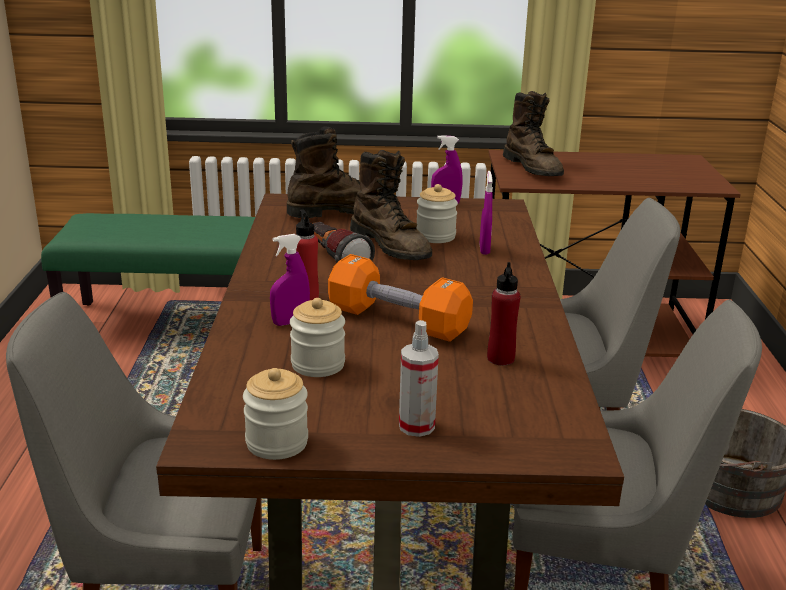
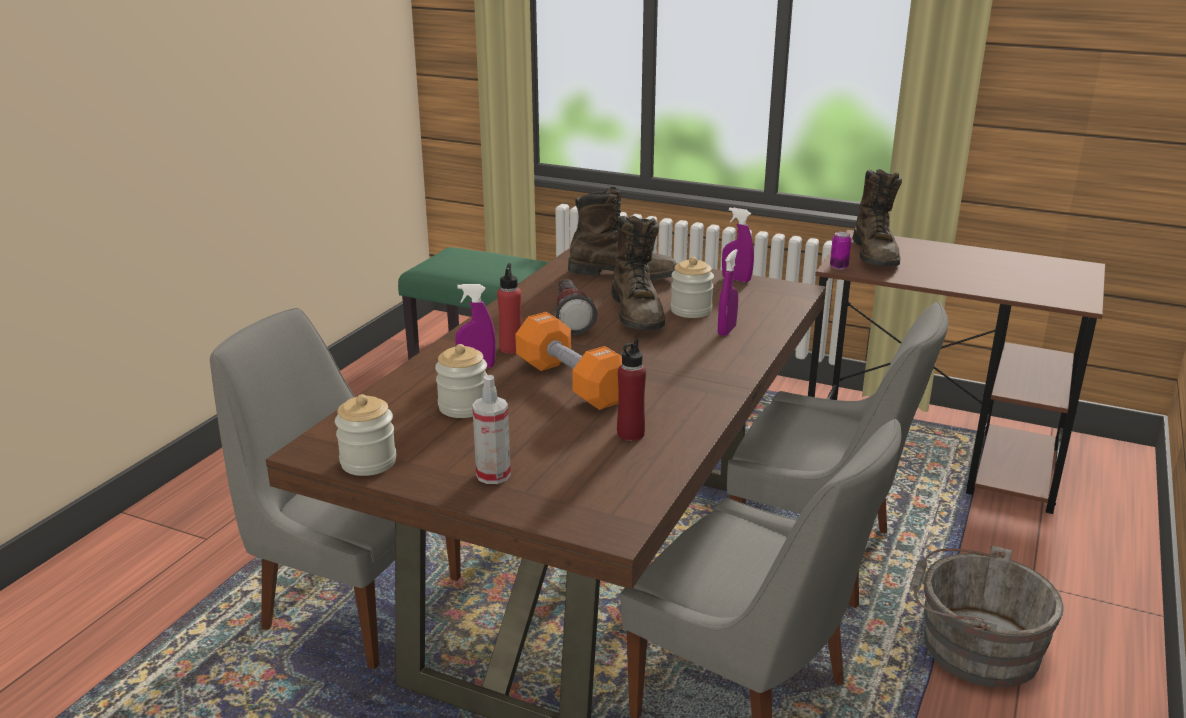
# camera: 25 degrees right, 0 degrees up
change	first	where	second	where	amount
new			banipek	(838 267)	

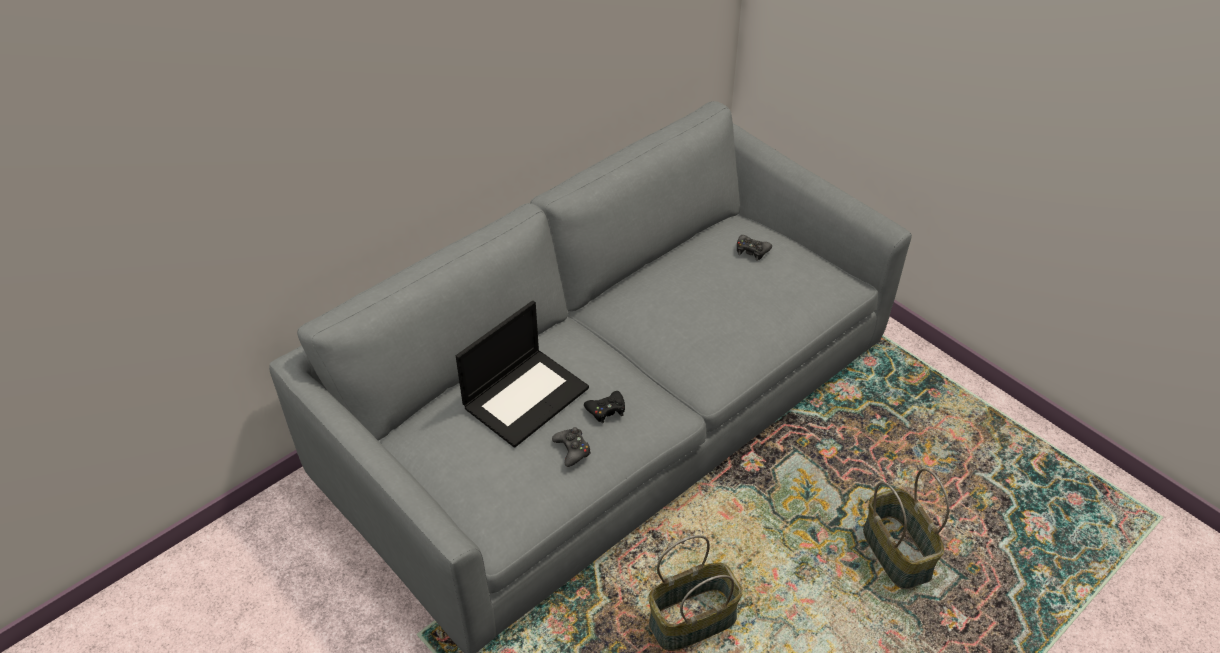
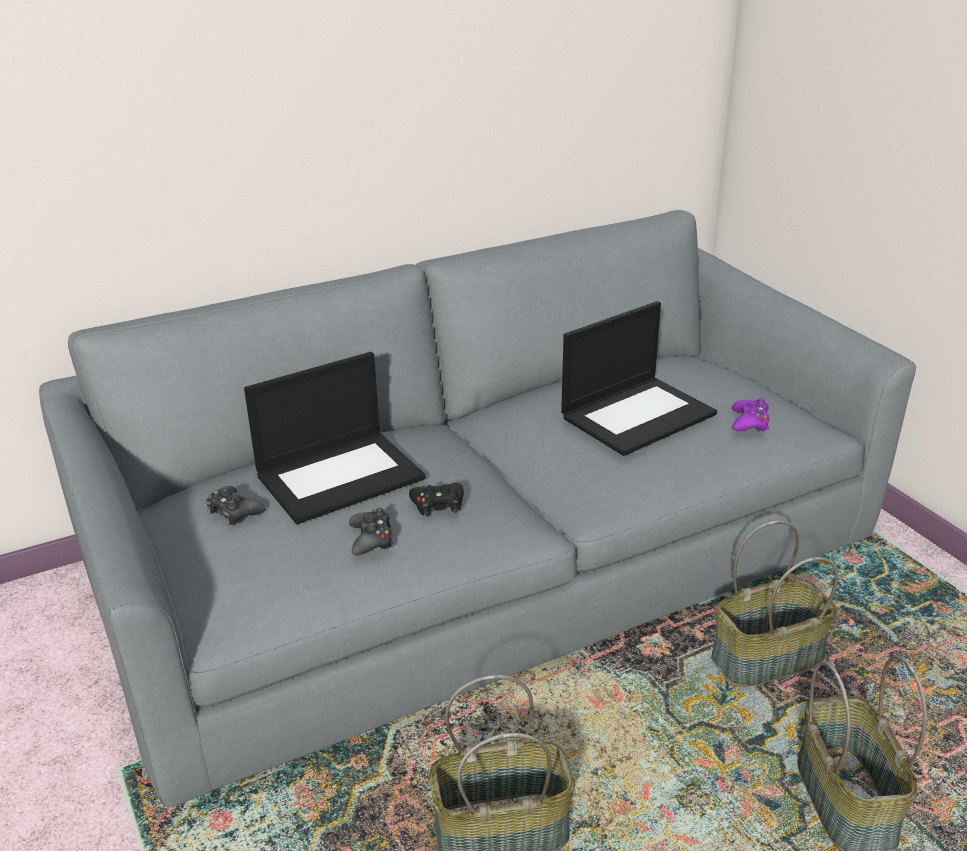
# camera: 15 degrees right, 15 degrees down
change	first	where	second	where	amount
shifted	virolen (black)	(752 251)		(234 511)	
new			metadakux	(638 414)	
new			virolen (purple)	(750 422)	
new			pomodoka	(767 659)	

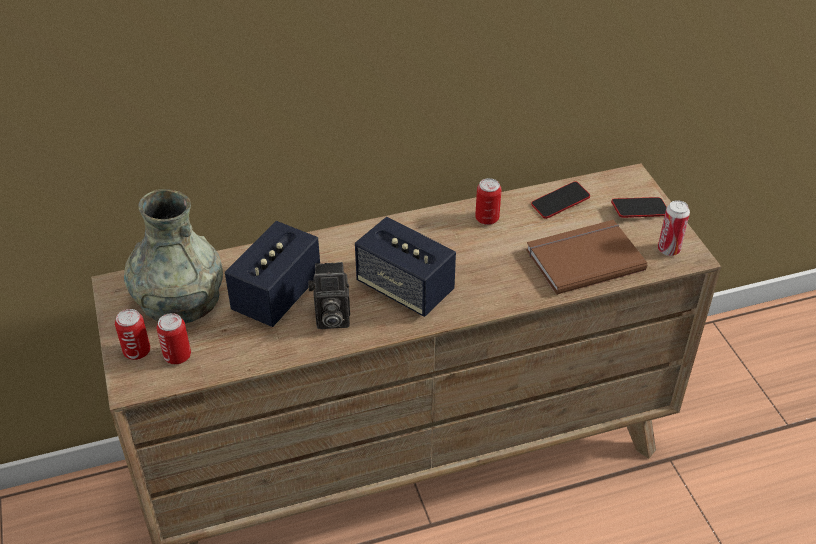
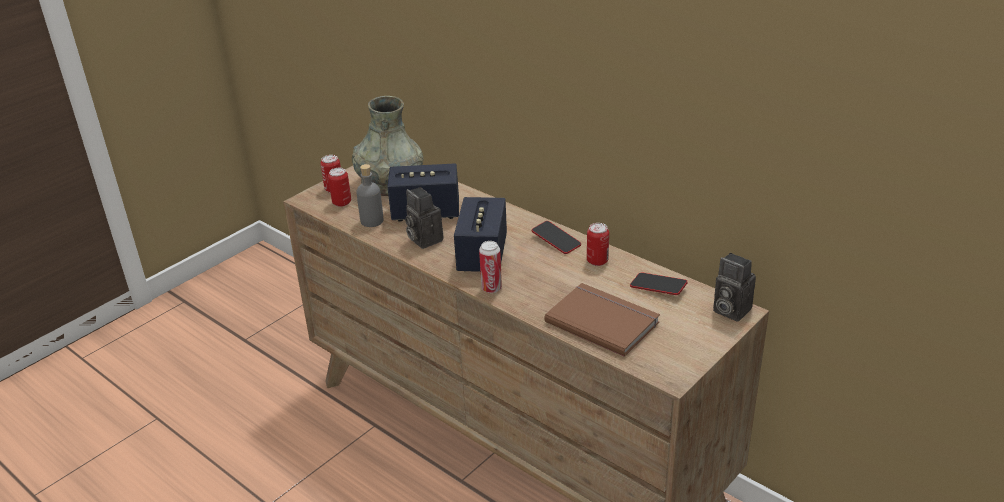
# camera: 60 degrees right, 10 degrees down
change	first	where	second	where	amount
shifted	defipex	(639 211)		(556 240)	
shifted	banipek	(668 250)		(491 288)	
new			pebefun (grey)	(372 221)	
new			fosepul	(729 310)	

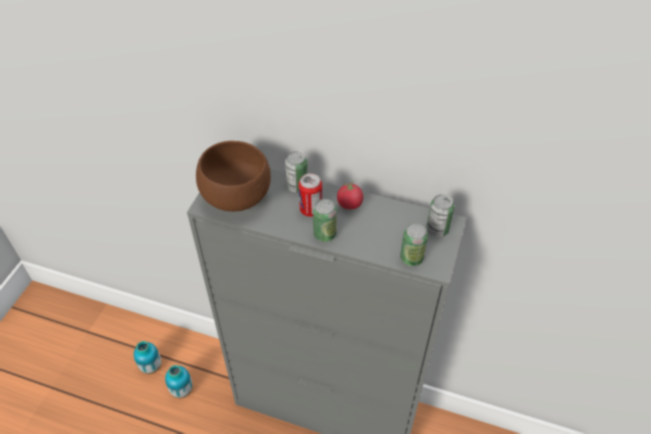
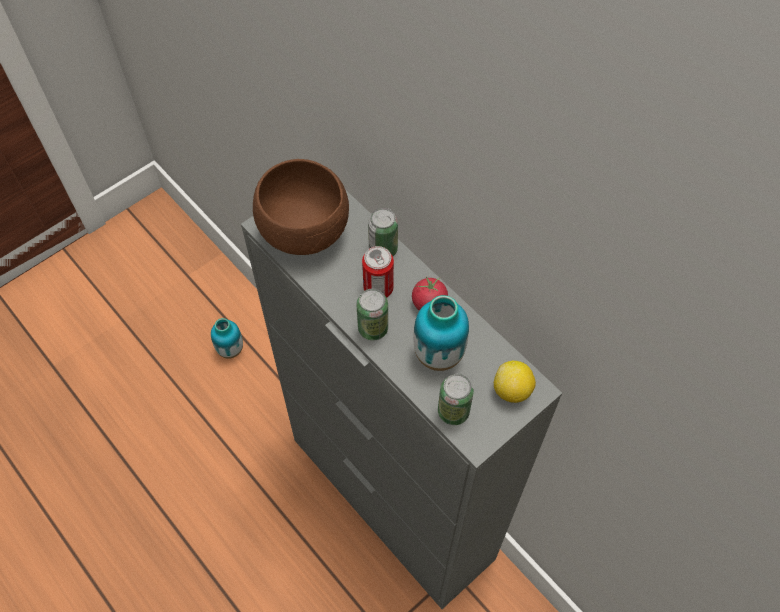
# camera: 30 degrees right, 10 degrees up
change	first	where	second	where	amount
swapped	banipek	(437 229)	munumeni	(512 390)	
shifted	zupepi	(182 390)		(438 355)	

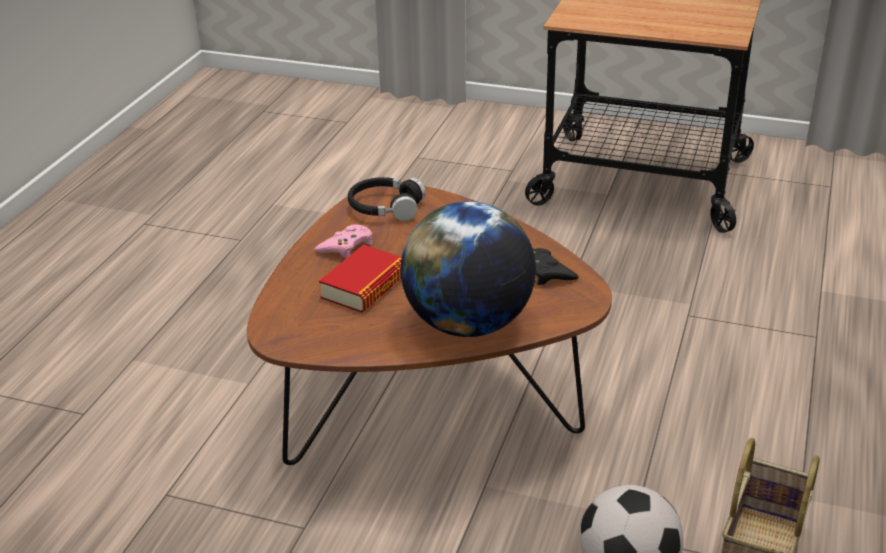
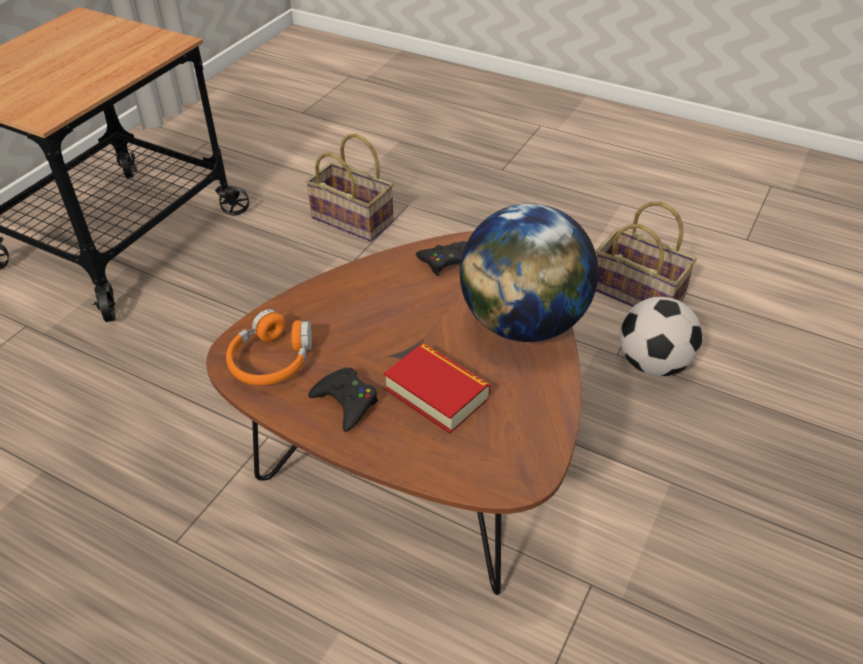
# camera: 80 degrees left, 10 degrees up
change	first	where	second	where	amount
repainted	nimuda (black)	(385 208)	nimuda (orange)	(272 360)	
repainted	virolen (pink)	(346 246)	virolen (black)	(346 402)	
new			pomodoka	(355 220)	

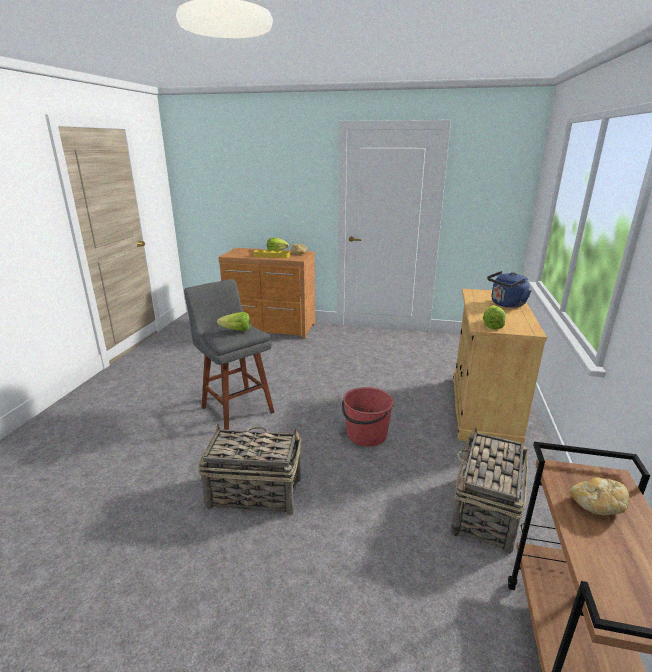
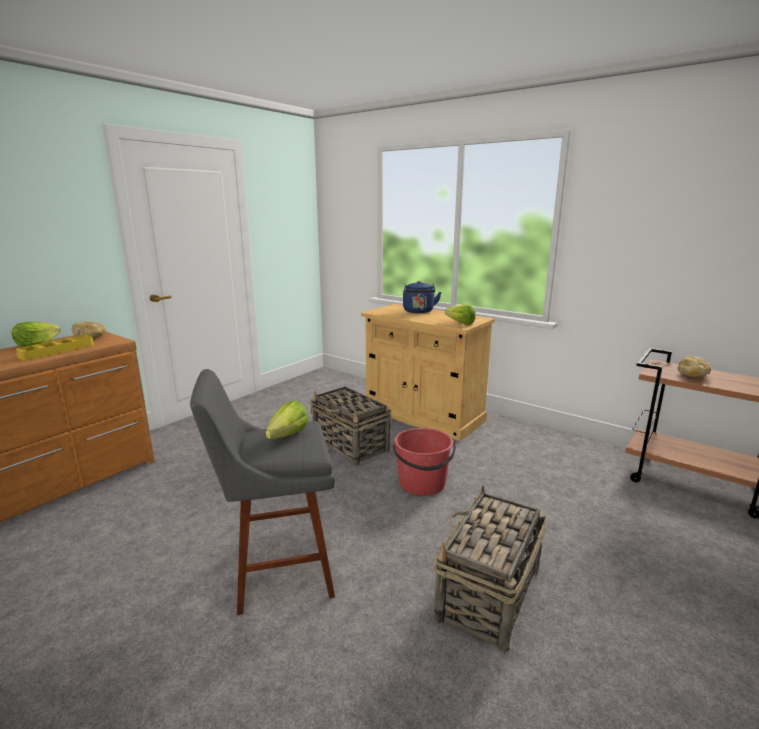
# camera: 65 degrees left, 5 degrees down
change	first	where	second	where	amount
shifted	pomodoka	(485 511)		(351 445)	

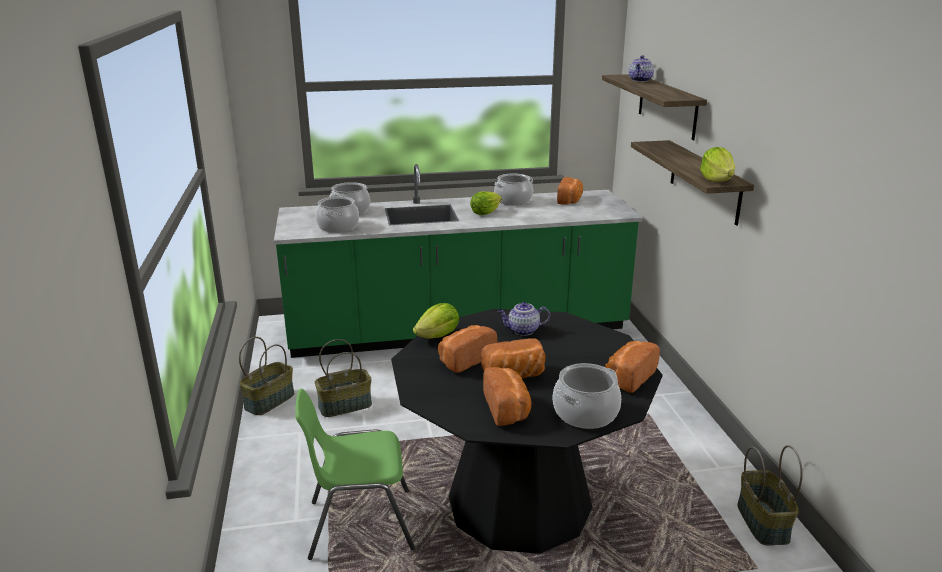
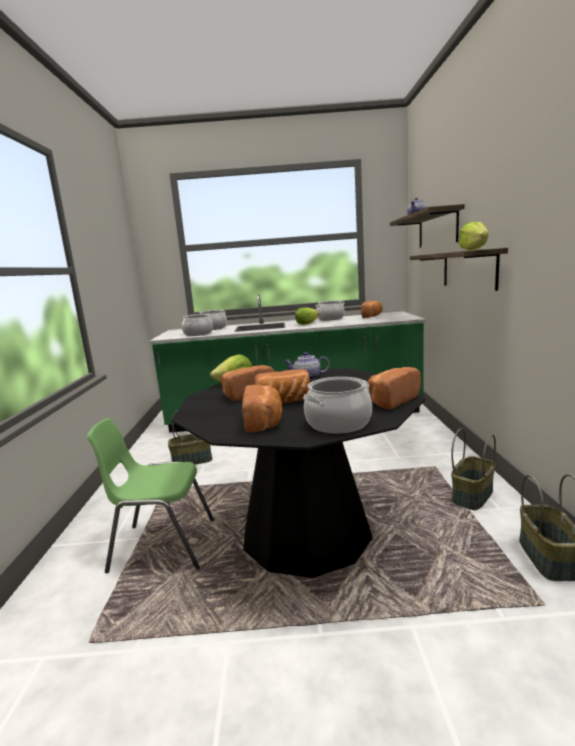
# camera: 10 degrees right, 10 degrees down
change	first	where	second	where	amount
shifted	pomodoka	(269 400)		(471 495)	

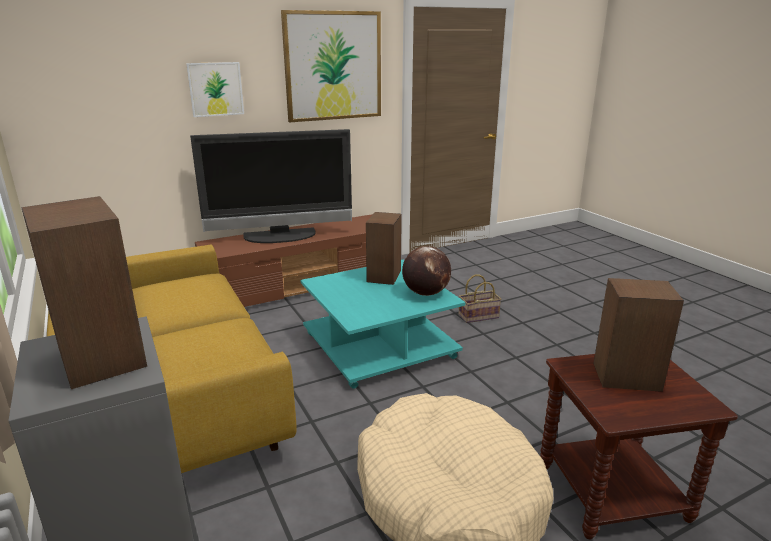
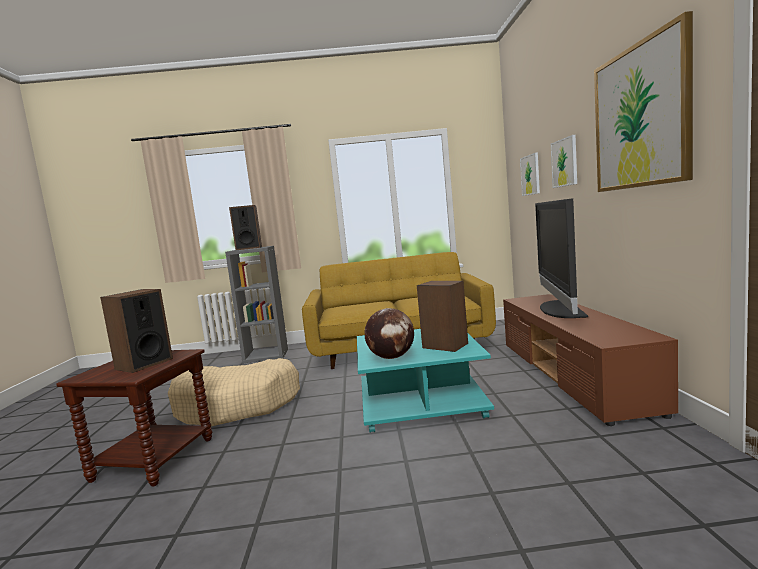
# camera: 115 degrees right, 15 degrees down
change	first	where	second	where	amount
gone	pomodoka	(479 315)			
new			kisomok	(530 175)	

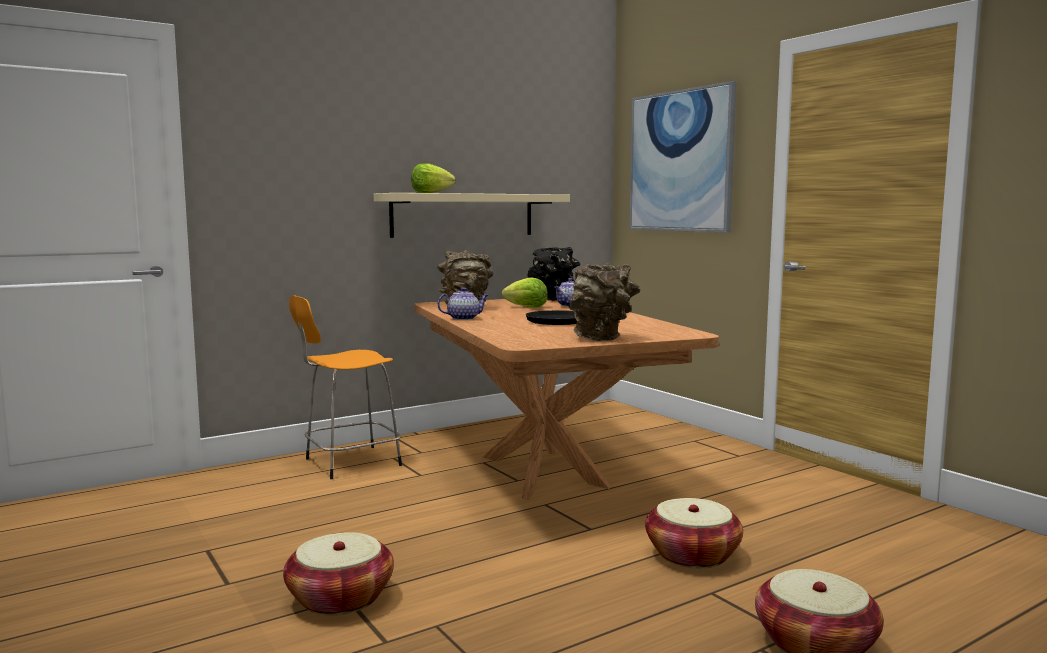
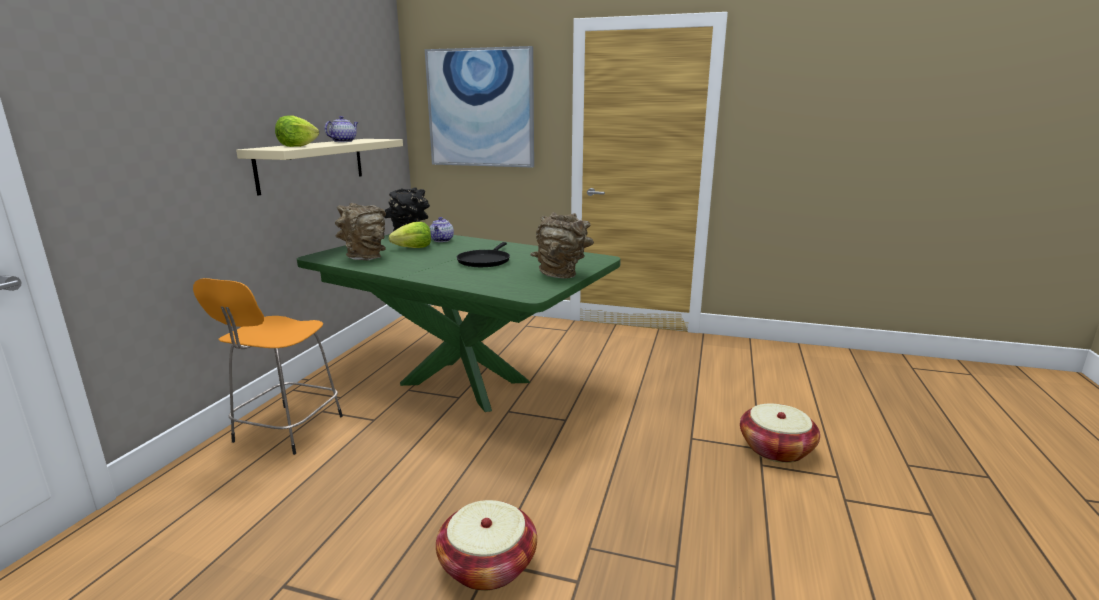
# camera: 40 degrees left, 10 degrees up
change	first	where	second	where	amount
shifted	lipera	(464 318)		(343 141)	
repainted	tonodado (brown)	(543 470)	tonodado (green)	(464 382)	
gone	pomodoka	(692 555)			

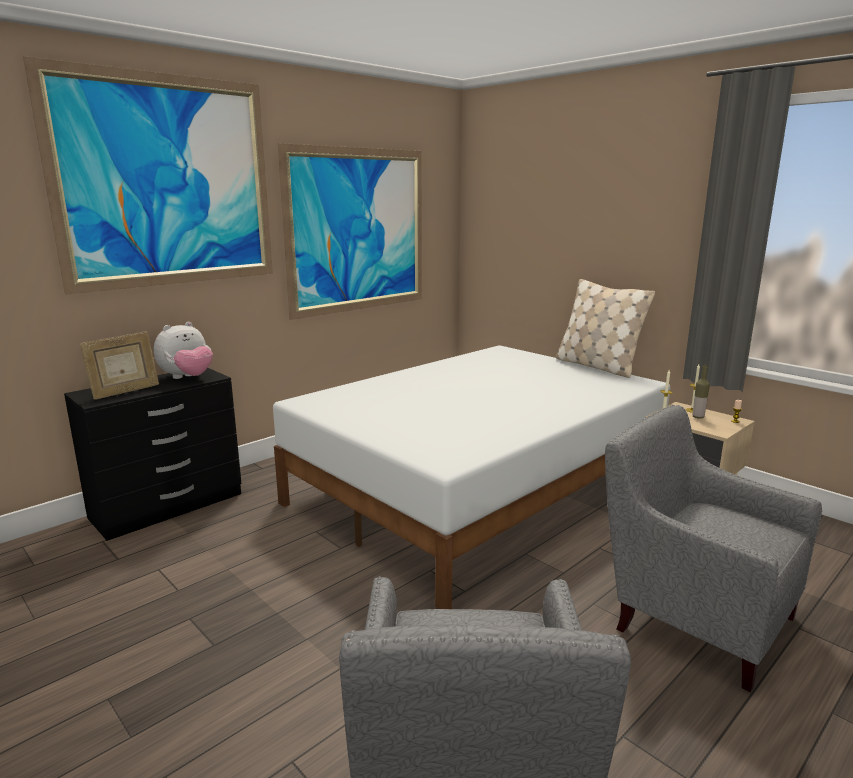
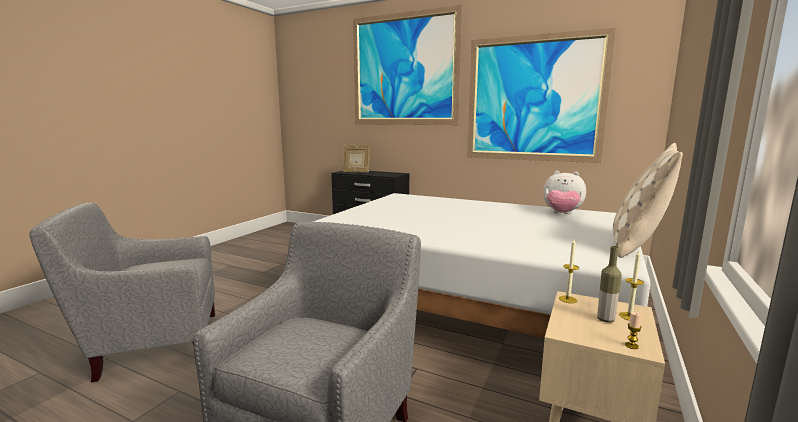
# camera: 70 degrees right, 5 degrees down
change	first	where	second	where	amount
shifted	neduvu	(187 378)		(562 214)	

